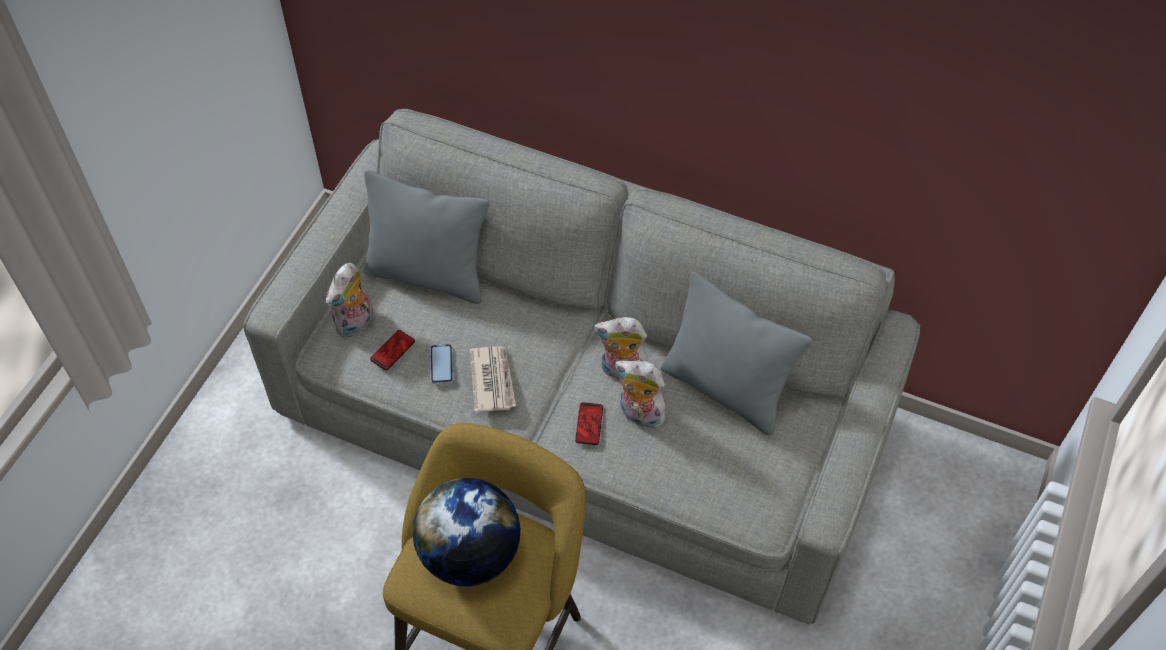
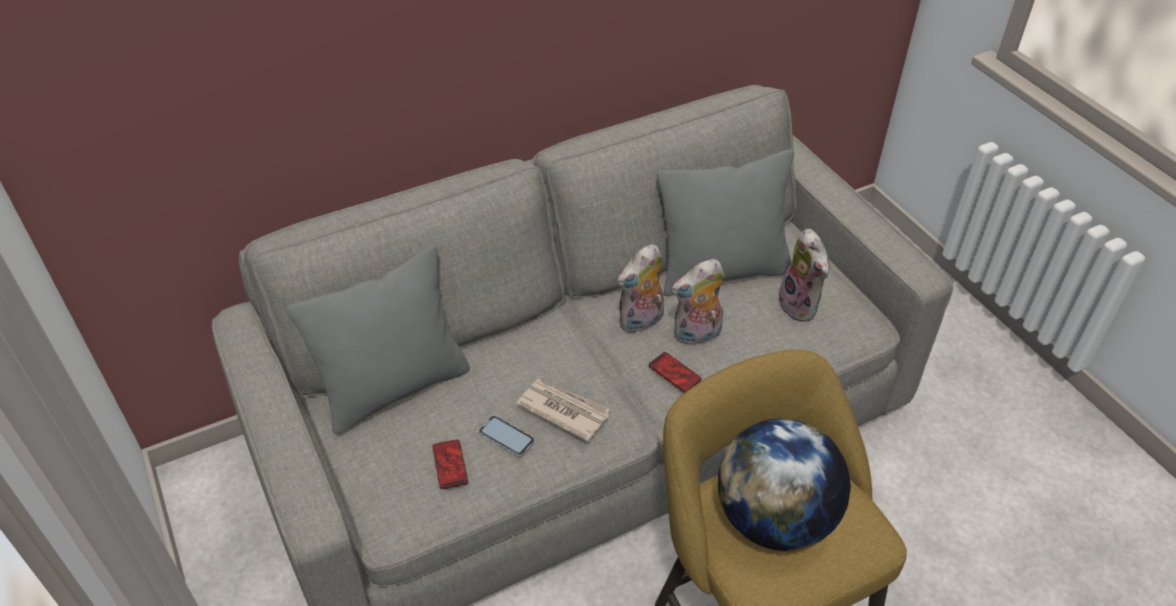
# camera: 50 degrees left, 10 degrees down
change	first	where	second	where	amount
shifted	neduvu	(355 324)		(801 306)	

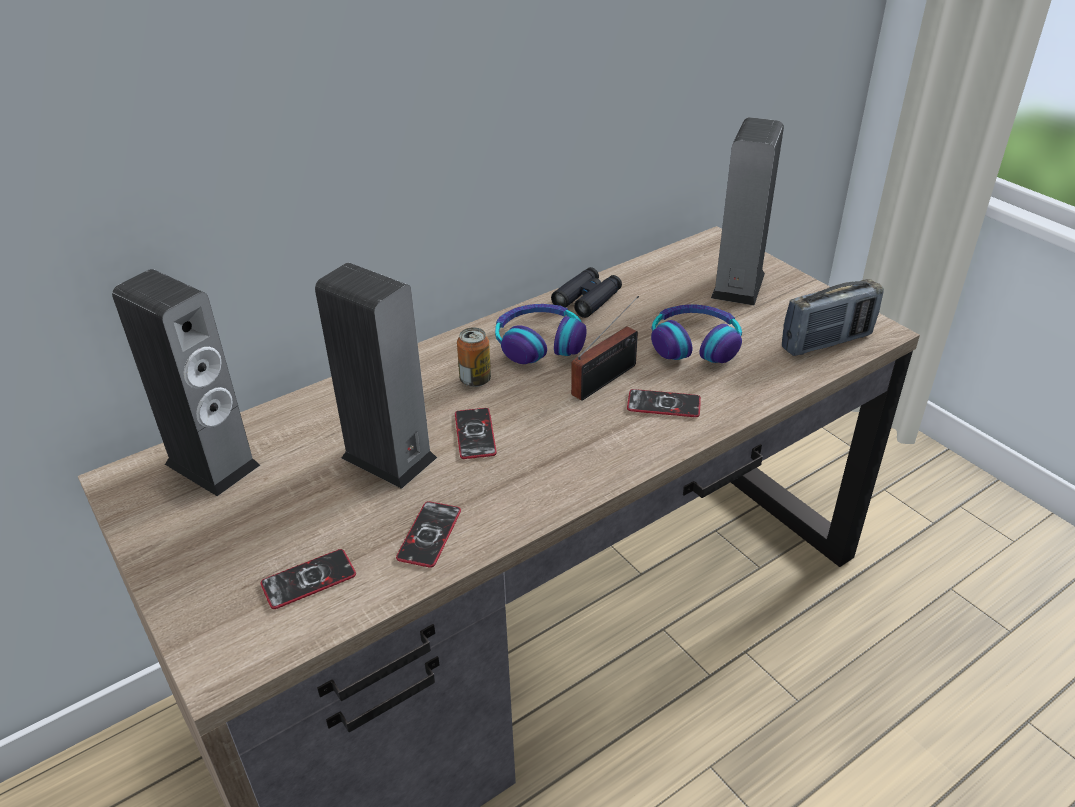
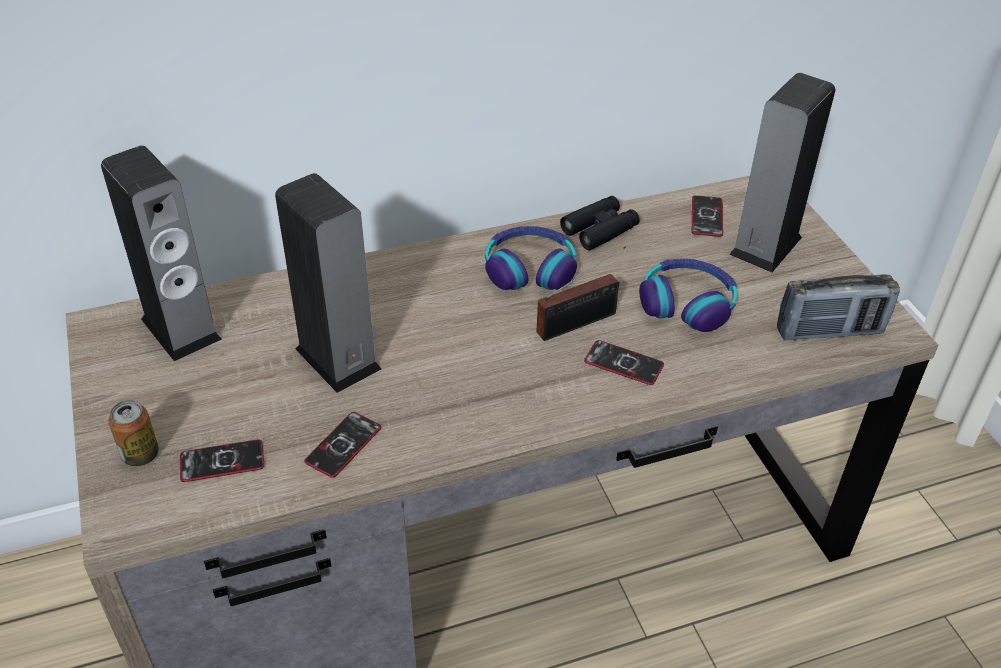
# camera: 15 degrees right, 5 degrees up
change	first	where	second	where	amount
shifted	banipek	(475 380)		(140 455)	
shifted	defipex	(475 434)		(707 217)	

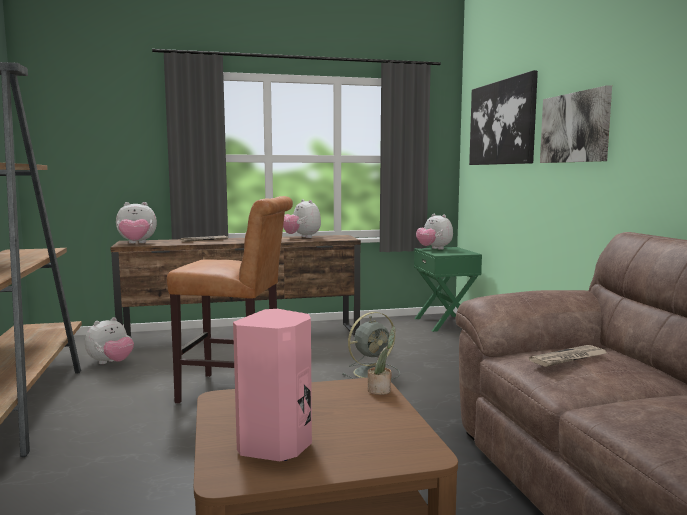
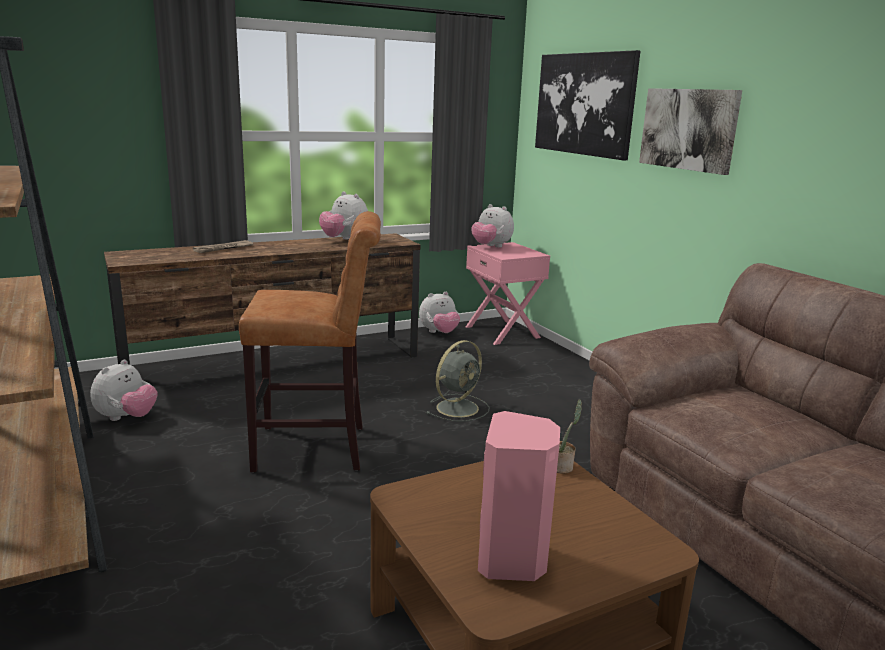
# camera: 15 degrees left, 10 degrees up
change	first	where	second	where	amount
shifted	neduvu	(136 243)		(439 333)	
repainted	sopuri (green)	(445 323)	sopuri (pink)	(503 332)	
gone	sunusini	(569 358)			

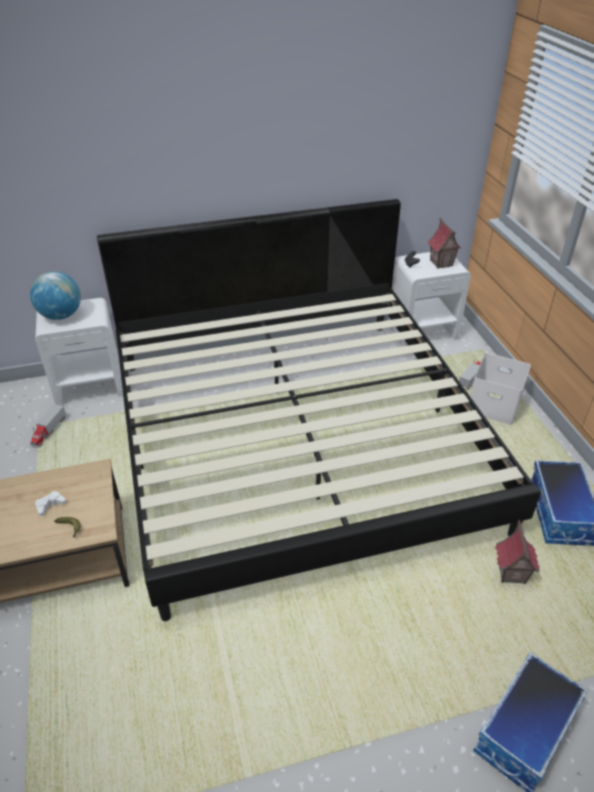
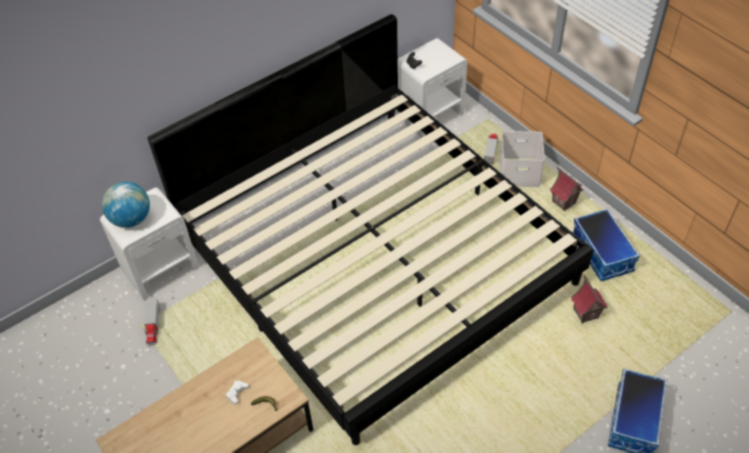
# camera: 20 degrees left, 10 degrees up
change	first	where	second	where	amount
shifted	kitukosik	(441 263)		(563 202)	

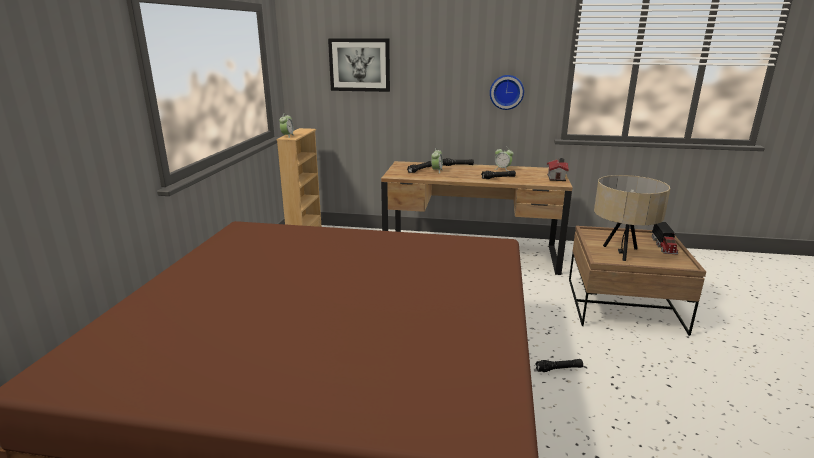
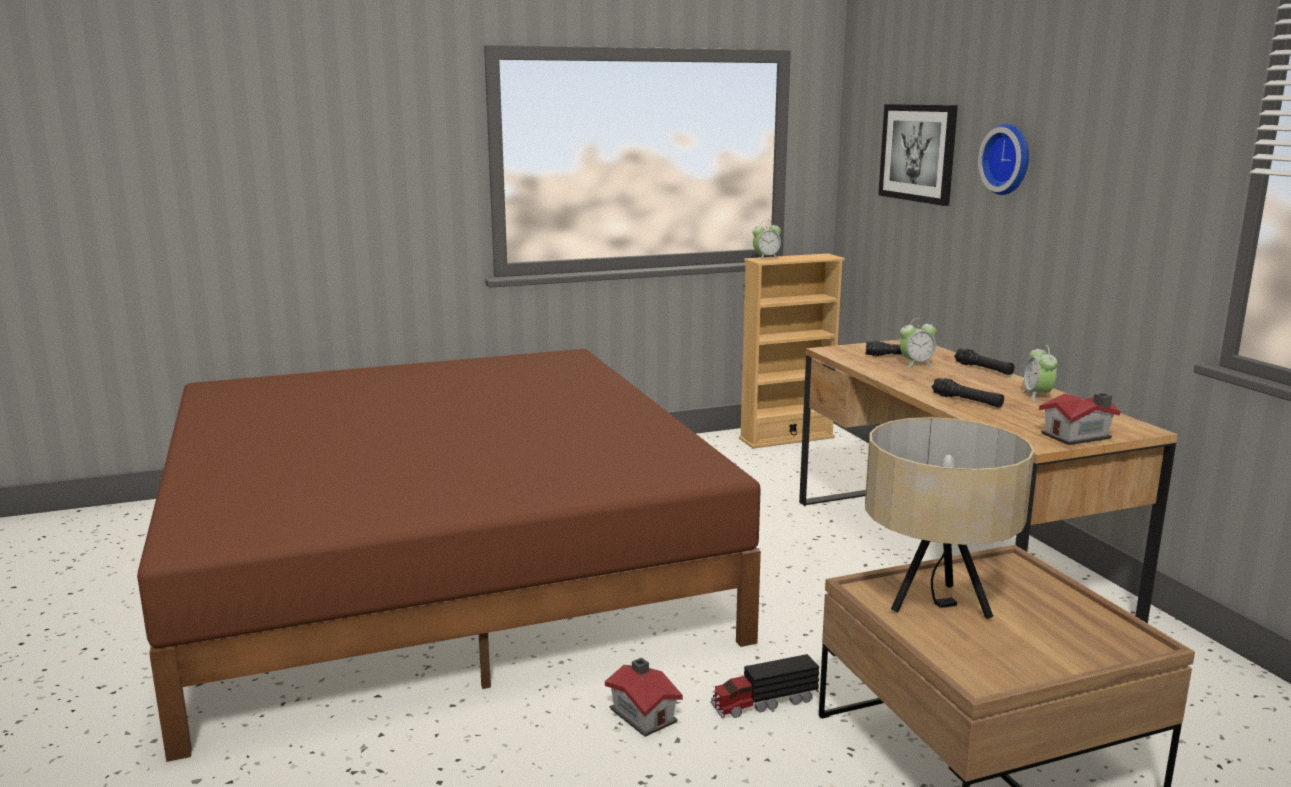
# camera: 60 degrees right, 5 degrees down
change	first	where	second	where	amount
shifted	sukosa	(506 92)		(1009 159)	
shifted	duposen	(663 245)		(763 702)	
swapped	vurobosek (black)	(559 369)	kitukosik	(643 714)	

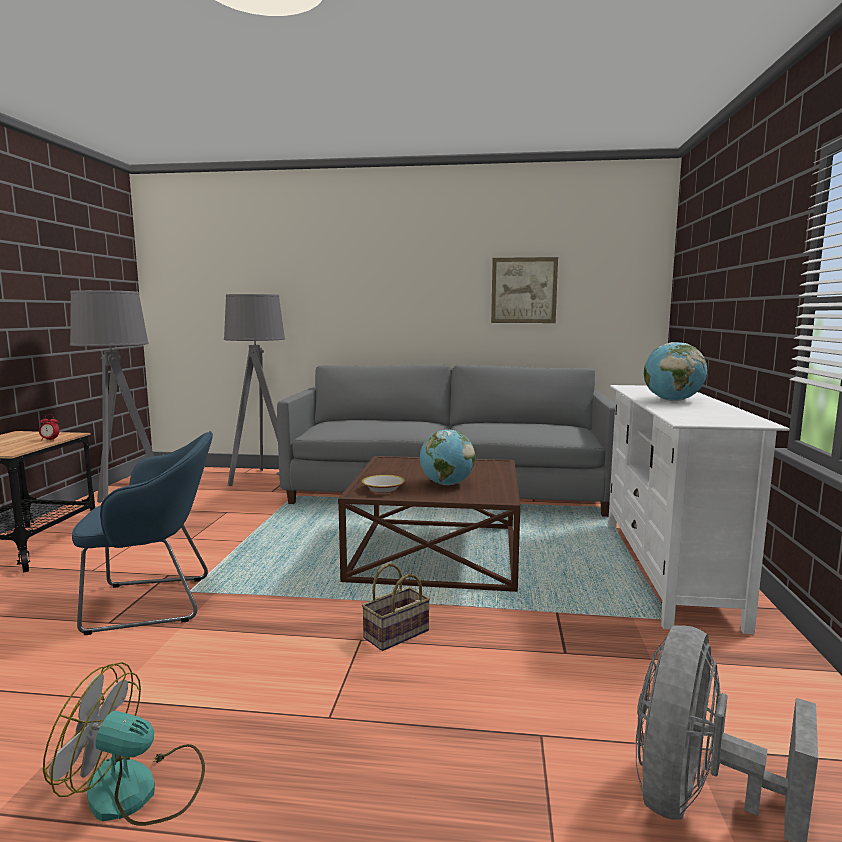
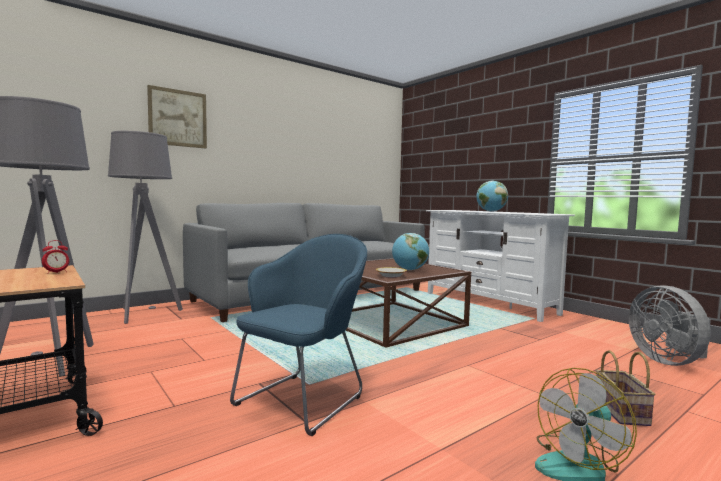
# camera: 45 degrees left, 5 degrees down
change	first	where	second	where	amount
shifted	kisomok	(524 290)		(178 118)	
shifted	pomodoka	(396 635)		(623 412)	

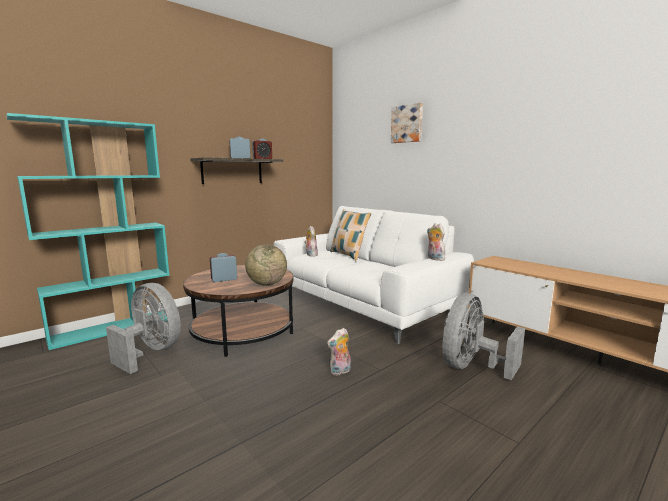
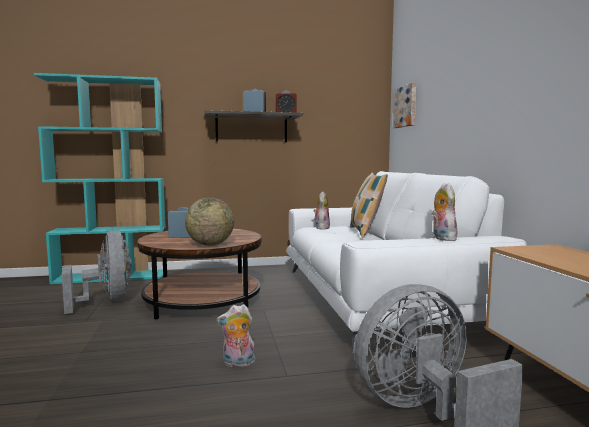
# camera: 30 degrees right, 5 degrees down
change	first	where	second	where	amount
shifted	kisomok	(407 124)		(406 106)	

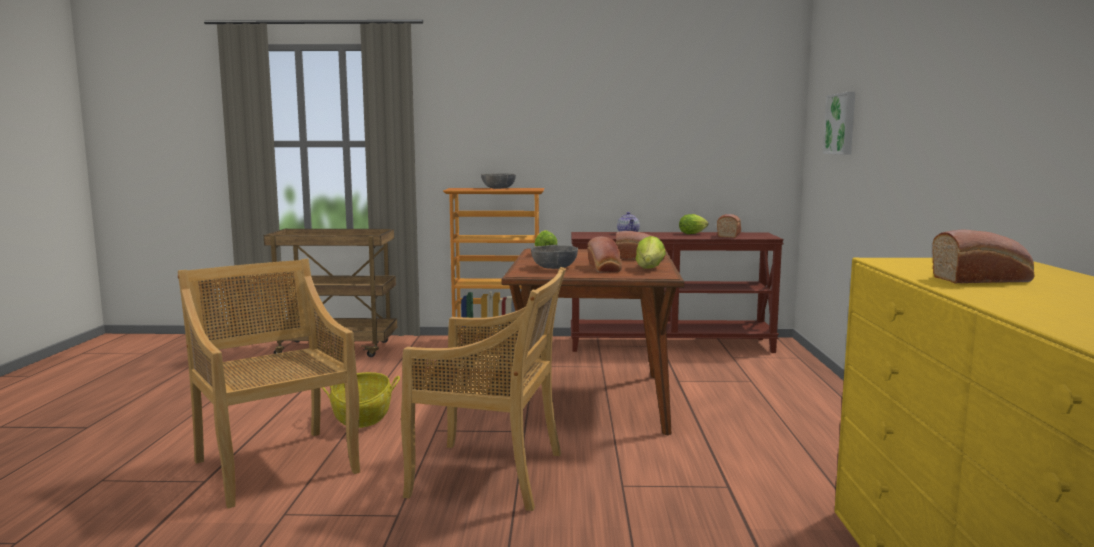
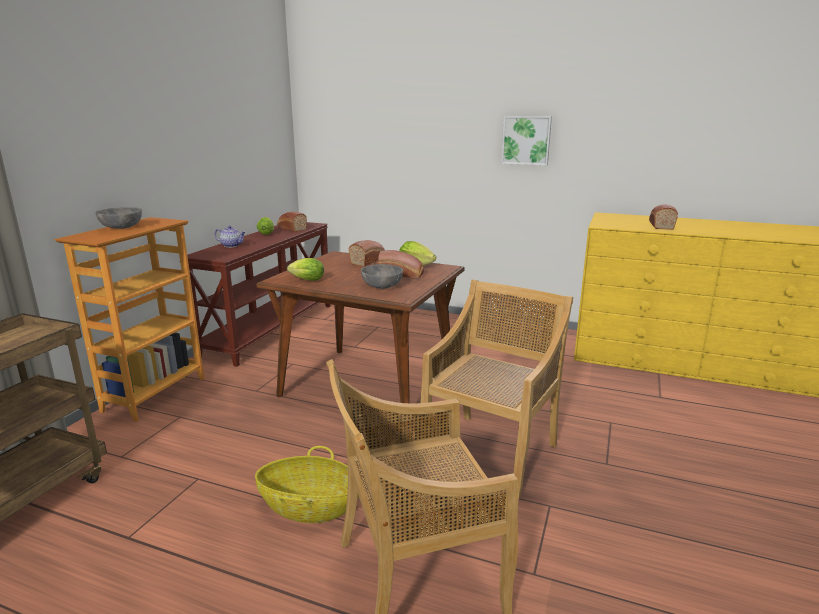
# camera: 70 degrees left, 10 degrees up
change	first	where	second	where	amount
shifted	kisomok	(842 124)		(526 140)	

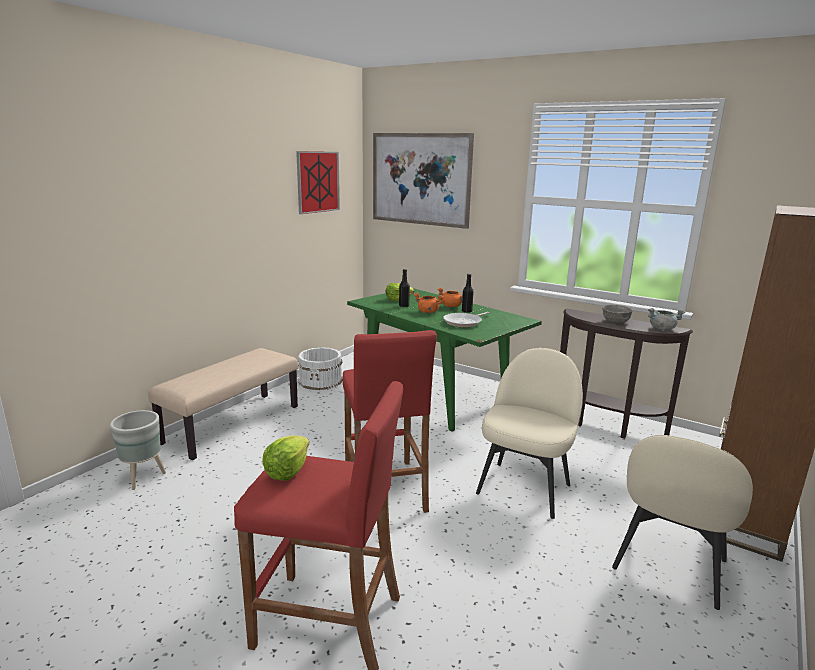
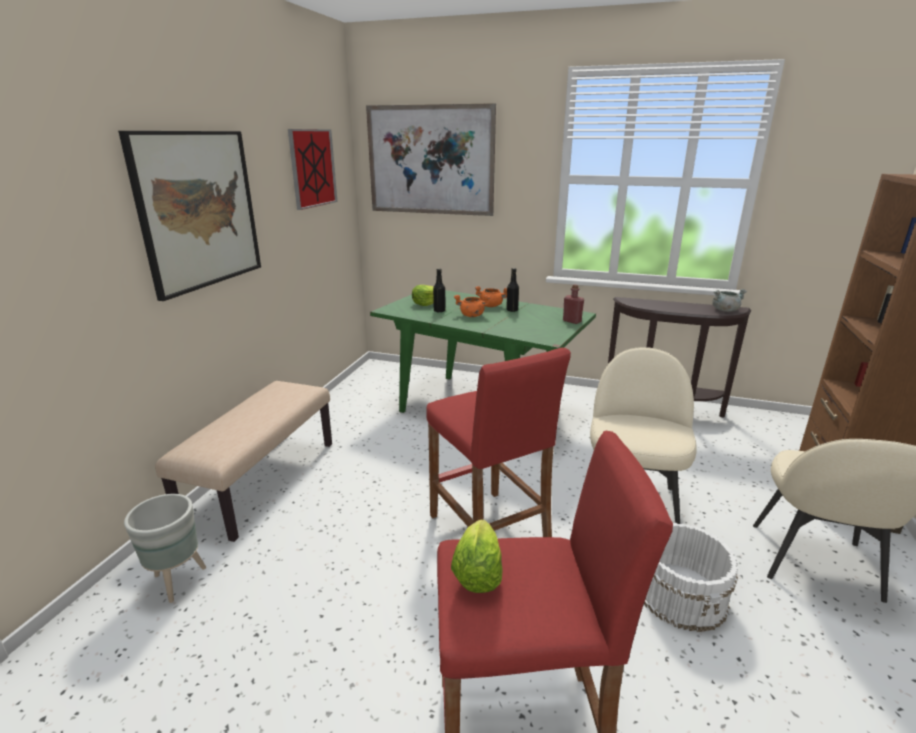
# camera: 15 degrees left, 5 degrees up
change	first	where	second	where	amount
gone	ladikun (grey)	(615 321)			
gone	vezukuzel	(464 322)			
shifted	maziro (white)	(321 381)		(682 594)	
new			kisomok	(199 210)	
new			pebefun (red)	(572 321)	

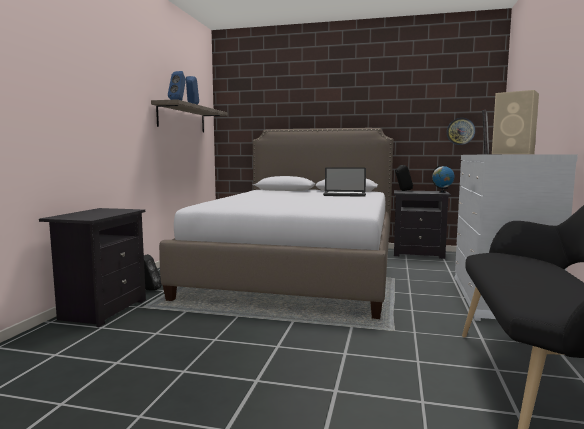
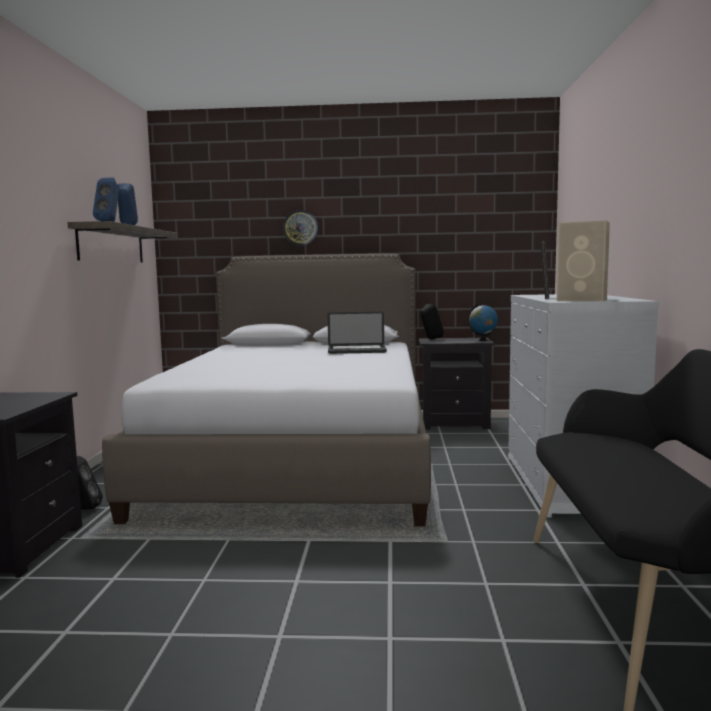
# camera: 10 degrees left, 0 degrees up
change	first	where	second	where	amount
shifted	sukosa	(460 131)		(300 227)	

